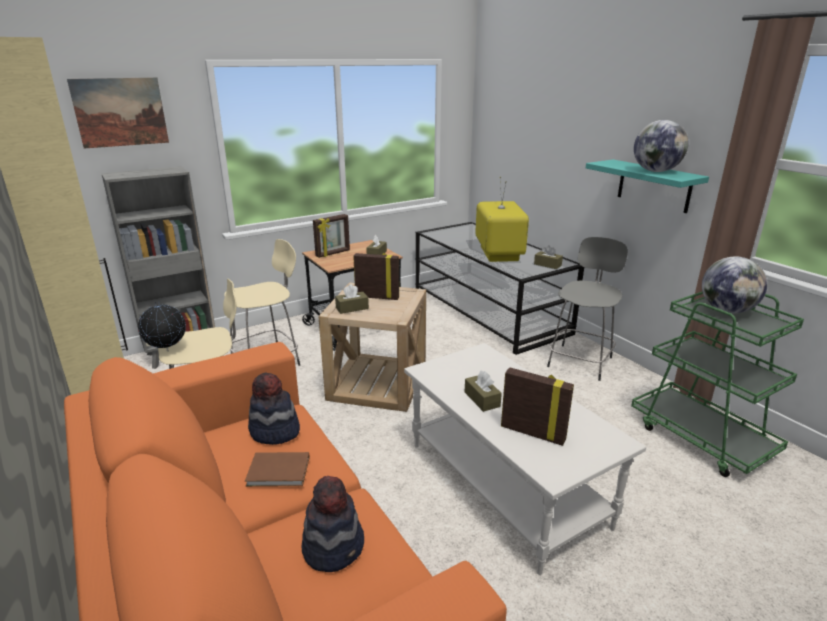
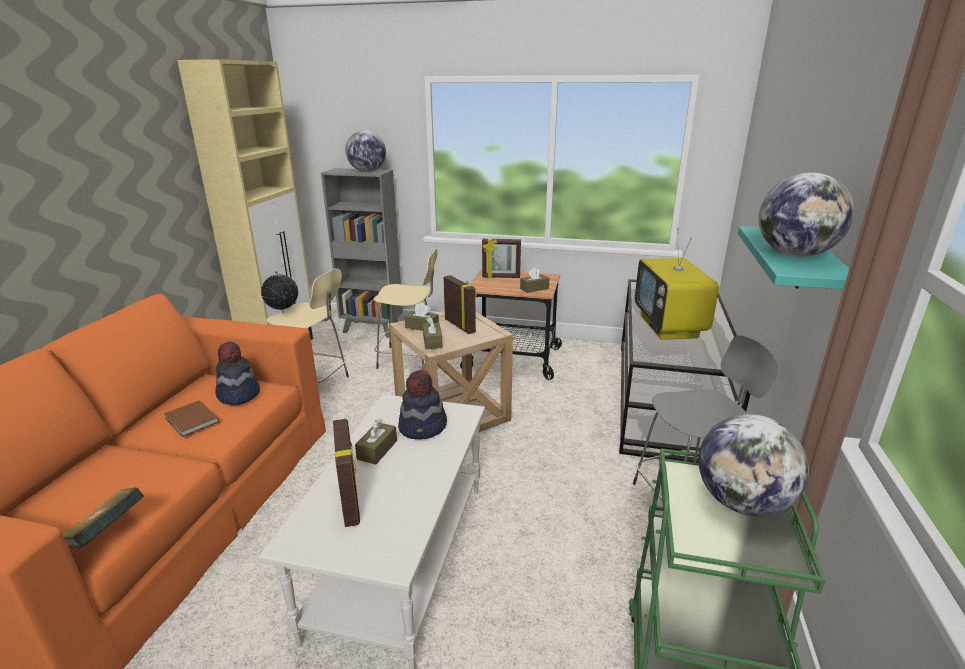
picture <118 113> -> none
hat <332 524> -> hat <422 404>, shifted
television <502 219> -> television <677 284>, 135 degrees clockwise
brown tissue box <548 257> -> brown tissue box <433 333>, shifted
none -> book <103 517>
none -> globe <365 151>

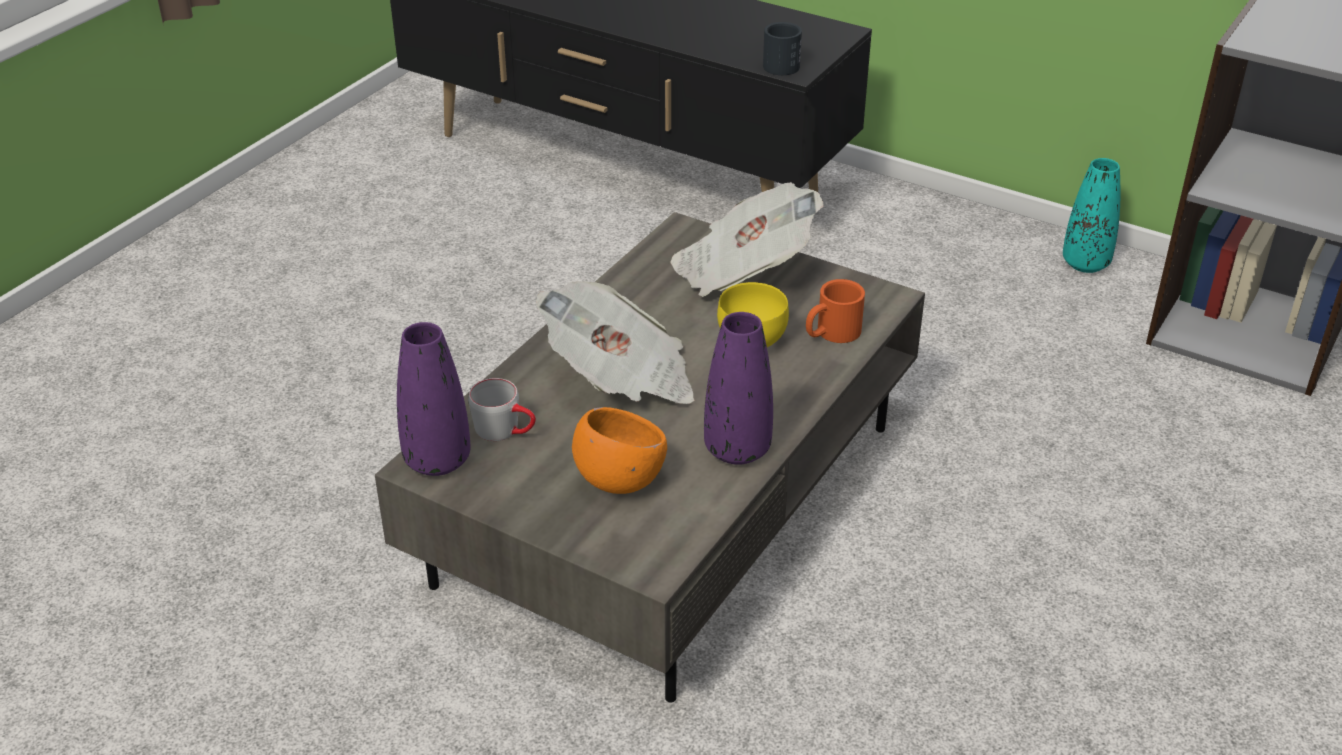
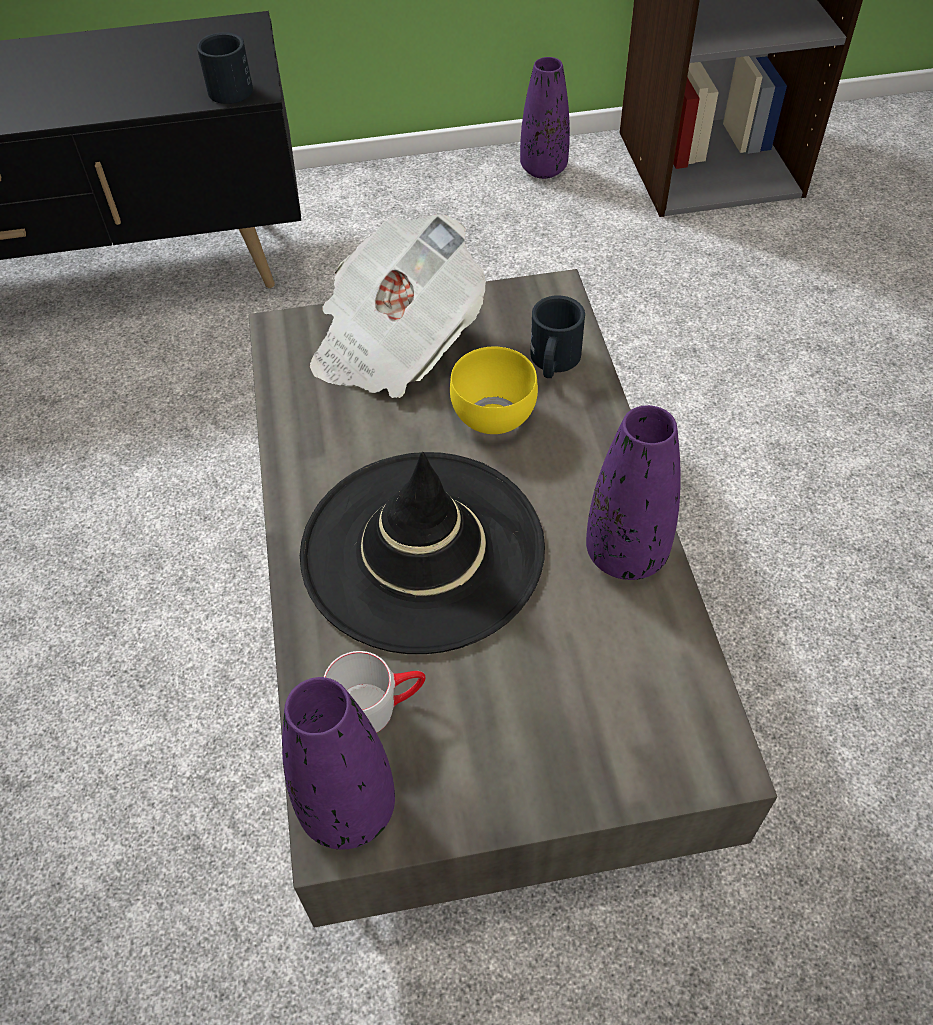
newspaper <615 342> -> black hat <422 553>
orange bowl <619 450> -> none
orange mug <835 311> -> black mug <557 336>
turquoise vase <1092 215> -> purple vase <545 118>

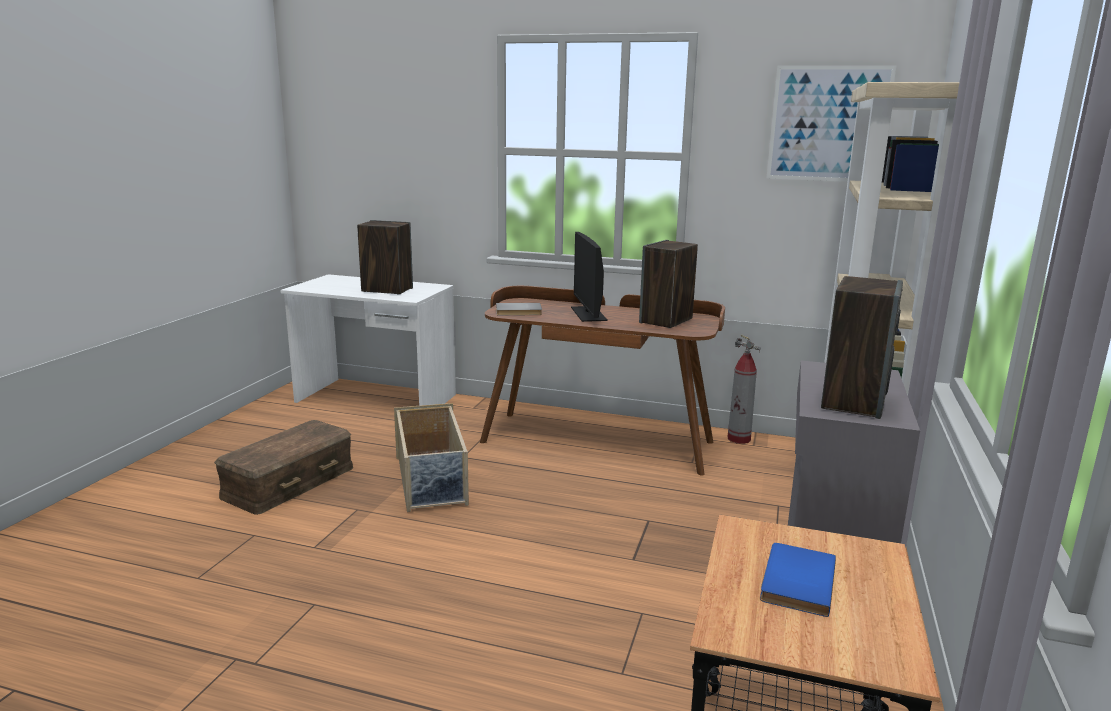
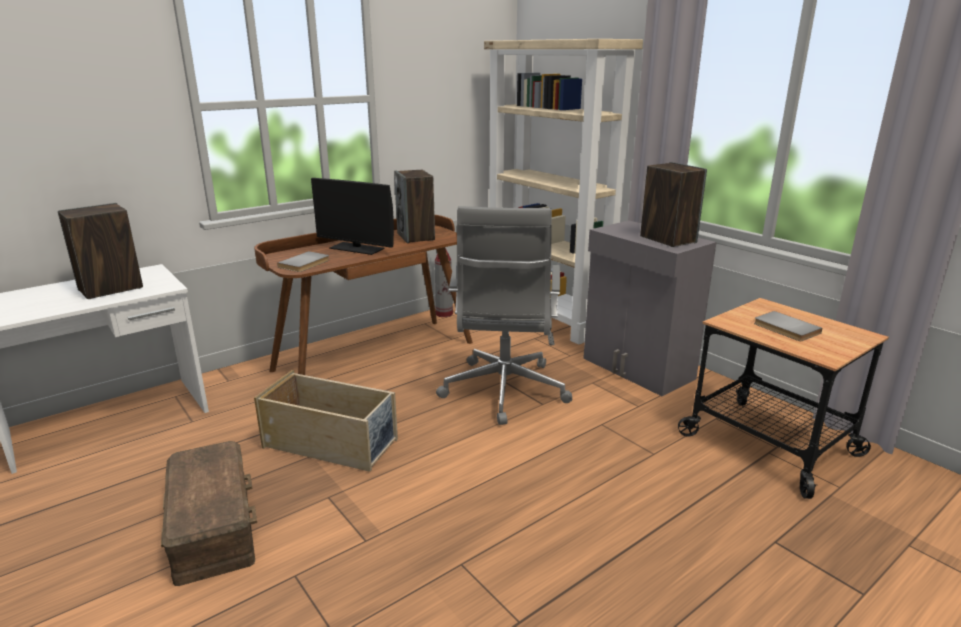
blue book <798 580> -> grey book <788 326>
picture <831 123> -> none
none -> grey office chair <504 315>

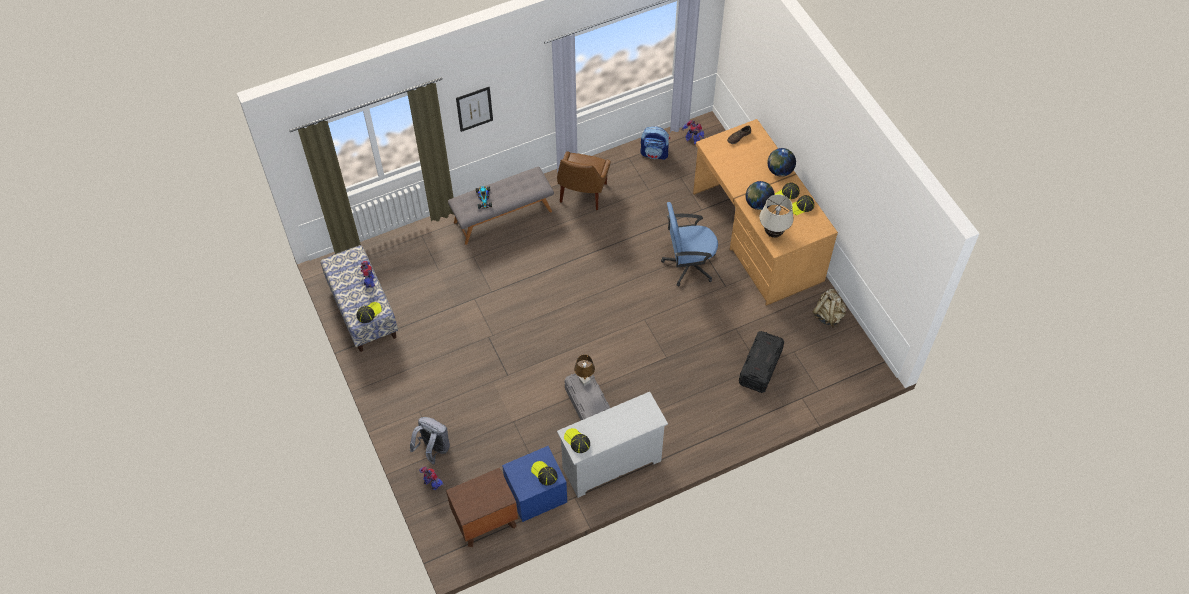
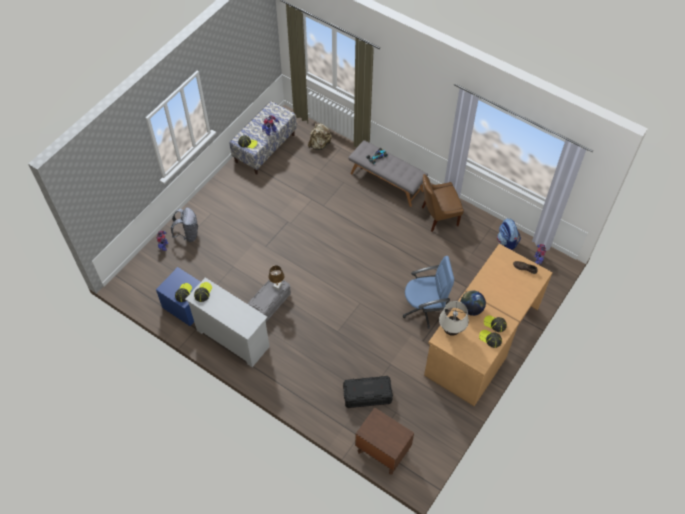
brown nightstand <482 507> -> brown nightstand <384 440>, shifted
picture <474 109> -> none
blue office chair <689 244> -> blue office chair <428 292>, 120 degrees clockwise
globe <781 162> -> none
beige backpack <830 308> -> beige backpack <320 136>, shifted

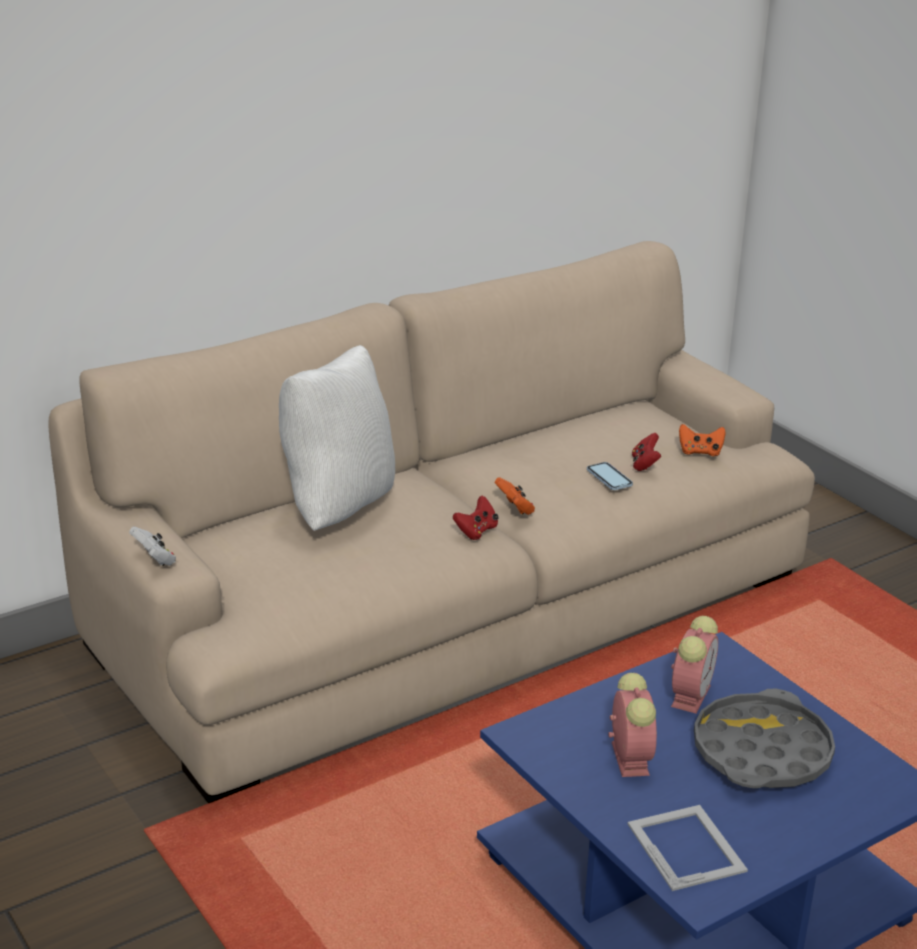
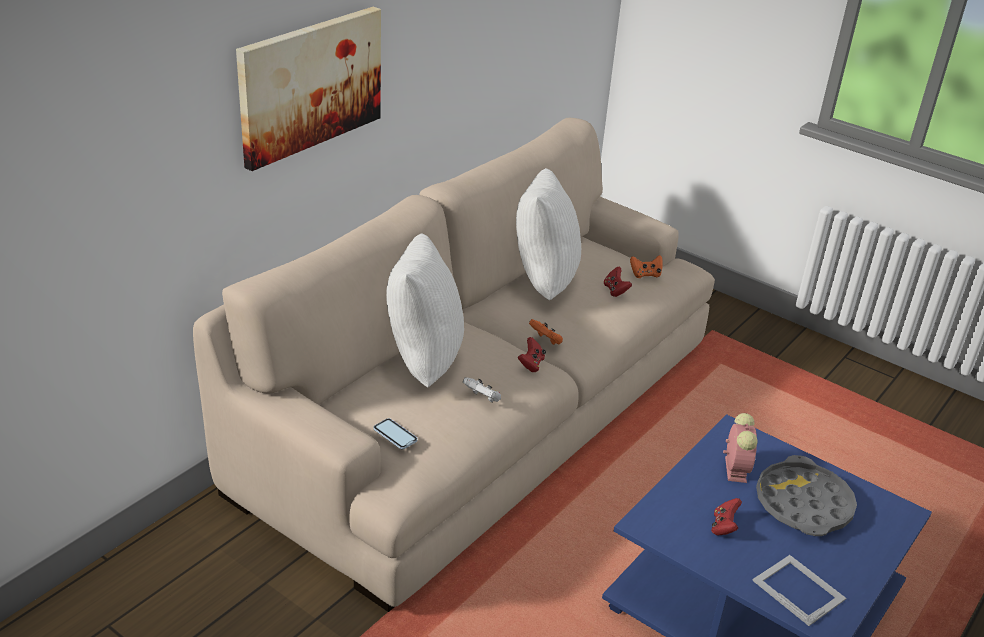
white game controller <152 546> -> white game controller <482 390>, shifted
phone <610 476> -> phone <395 433>, shifted
alarm clock <632 725> -> red game controller <726 516>
none -> picture <308 89>
none -> white pillow <548 234>

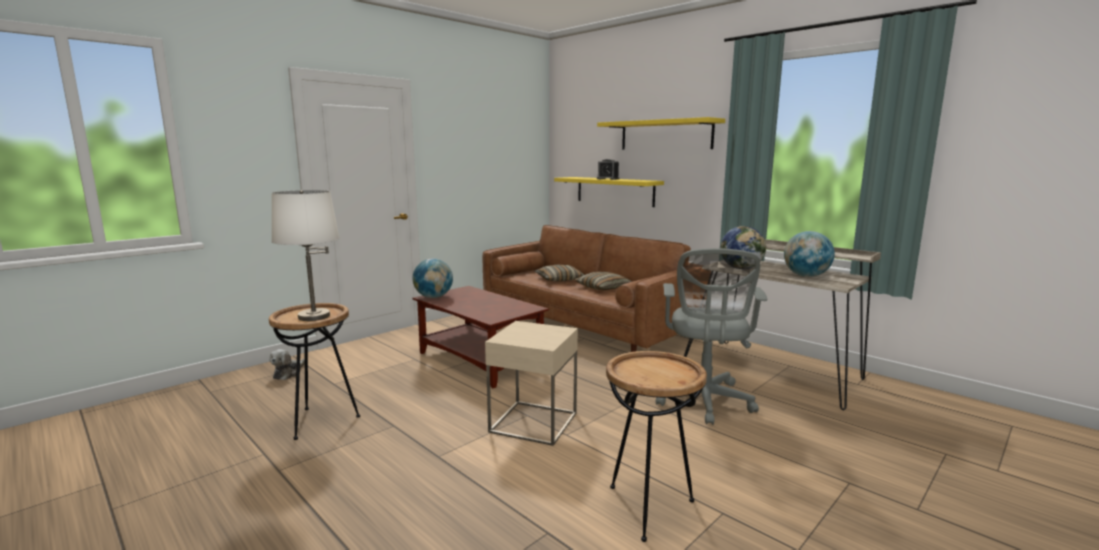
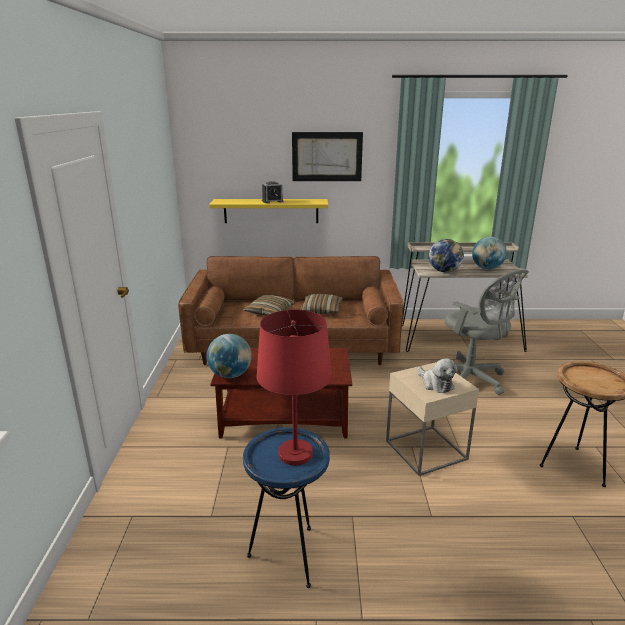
brown side table <314 371> -> blue side table <286 507>
plush toy <287 364> -> plush toy <437 375>, shifted
white table lamp <305 255> -> red table lamp <294 388>
yellow shelf <661 133> -> picture <327 156>

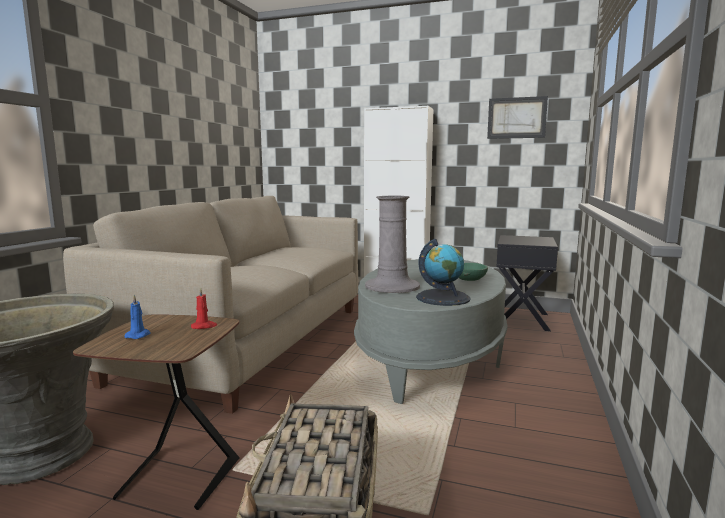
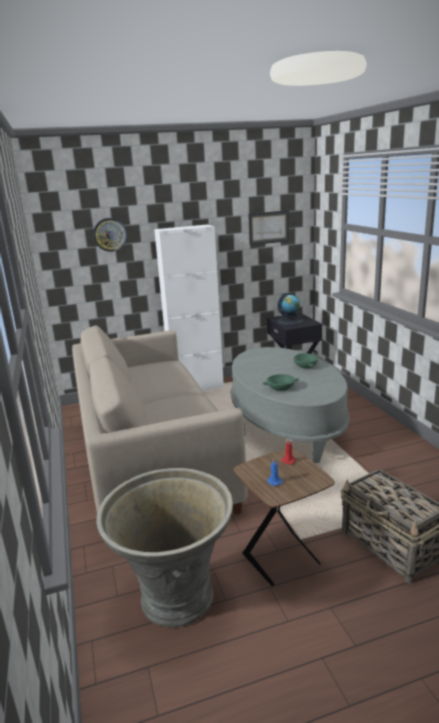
grey vase <392 244> -> green bowl <280 382>
globe <443 272> -> globe <290 309>, shifted
none -> wall clock <110 235>

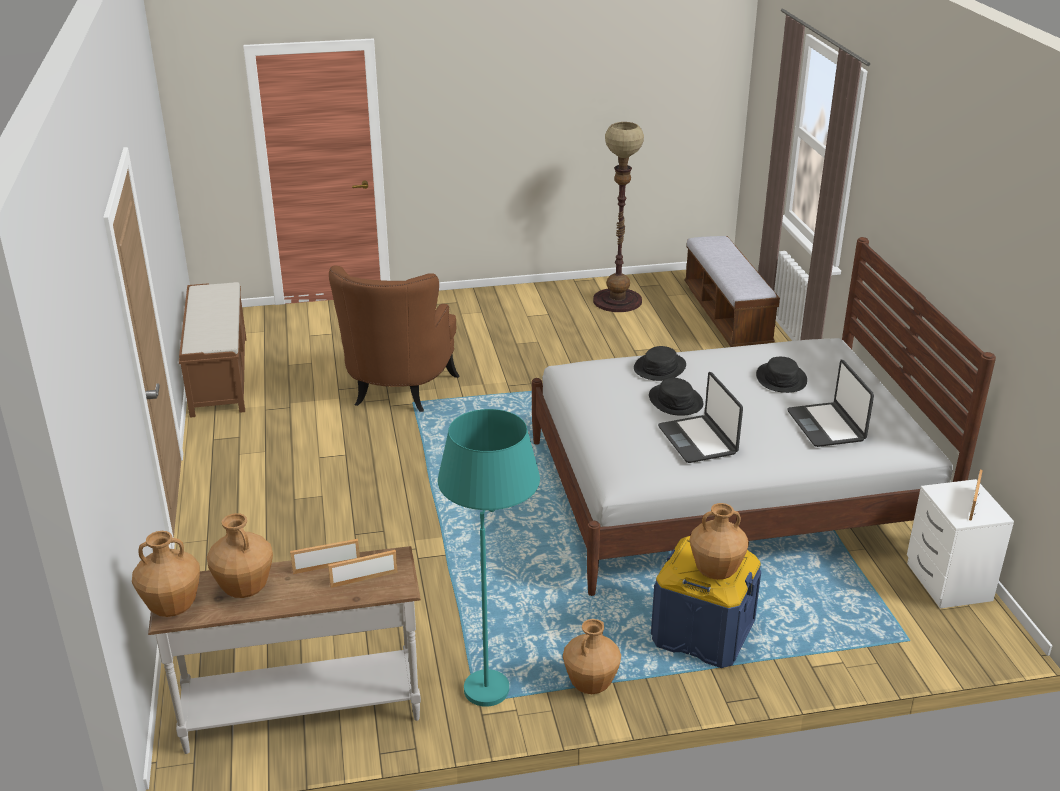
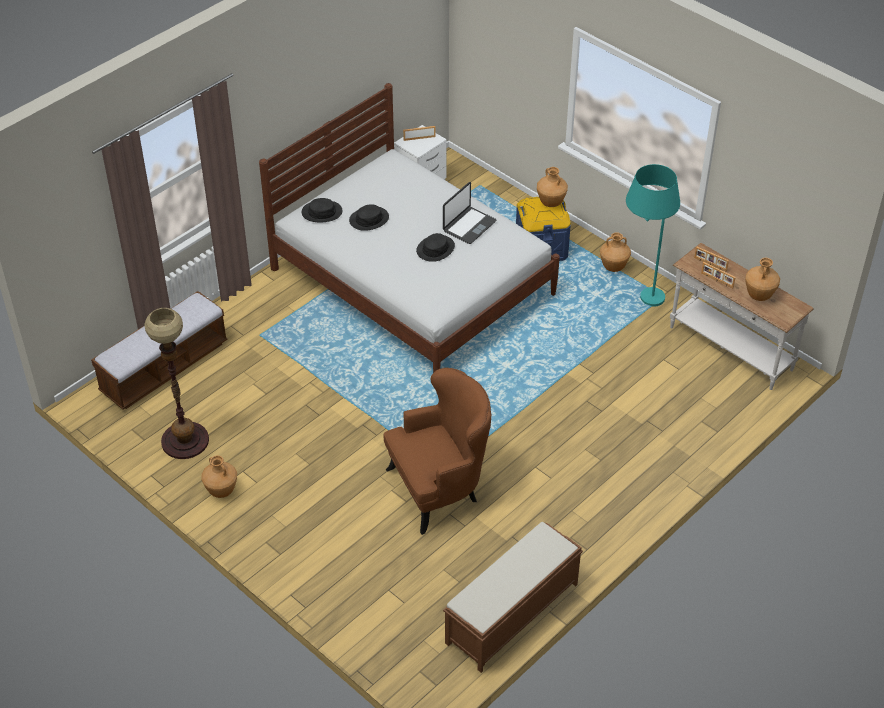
brown vase <166 574> -> brown vase <219 476>, shifted
black hat <660 363> -> black hat <322 210>, shifted
laptop <830 403> -> none

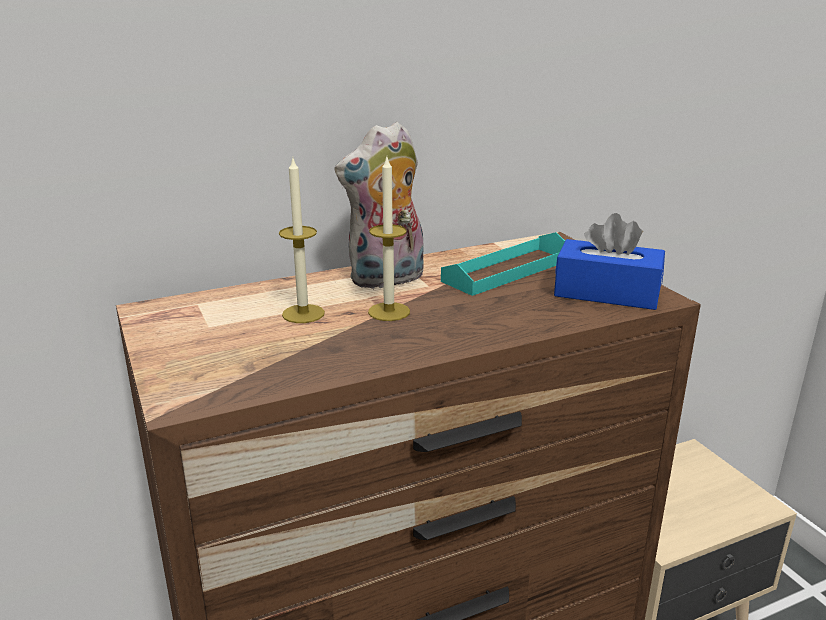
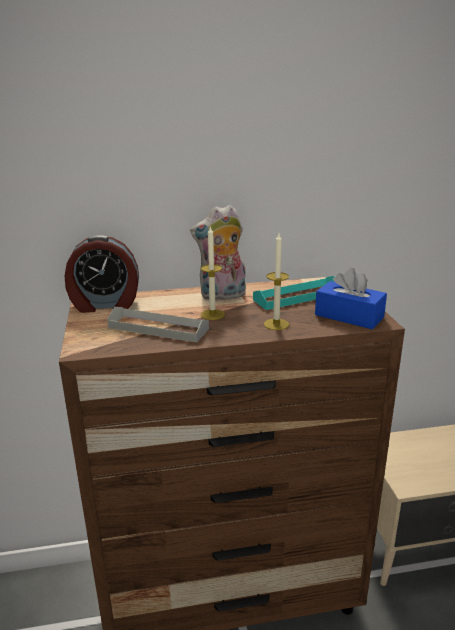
candle <302 241> -> candle <276 281>, shifted
none -> alarm clock <102 274>
none -> grey tray <158 324>

